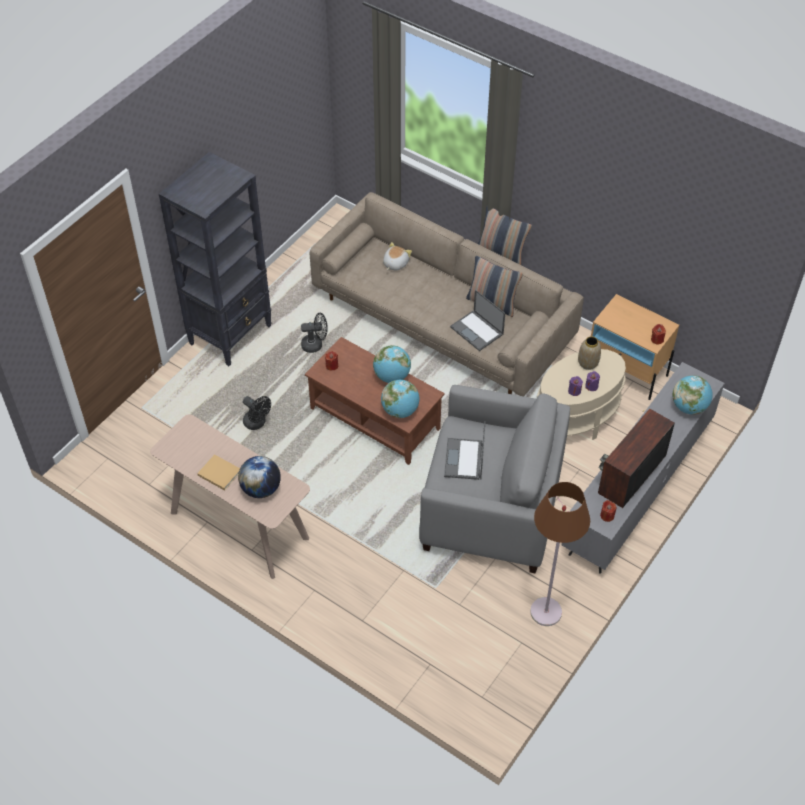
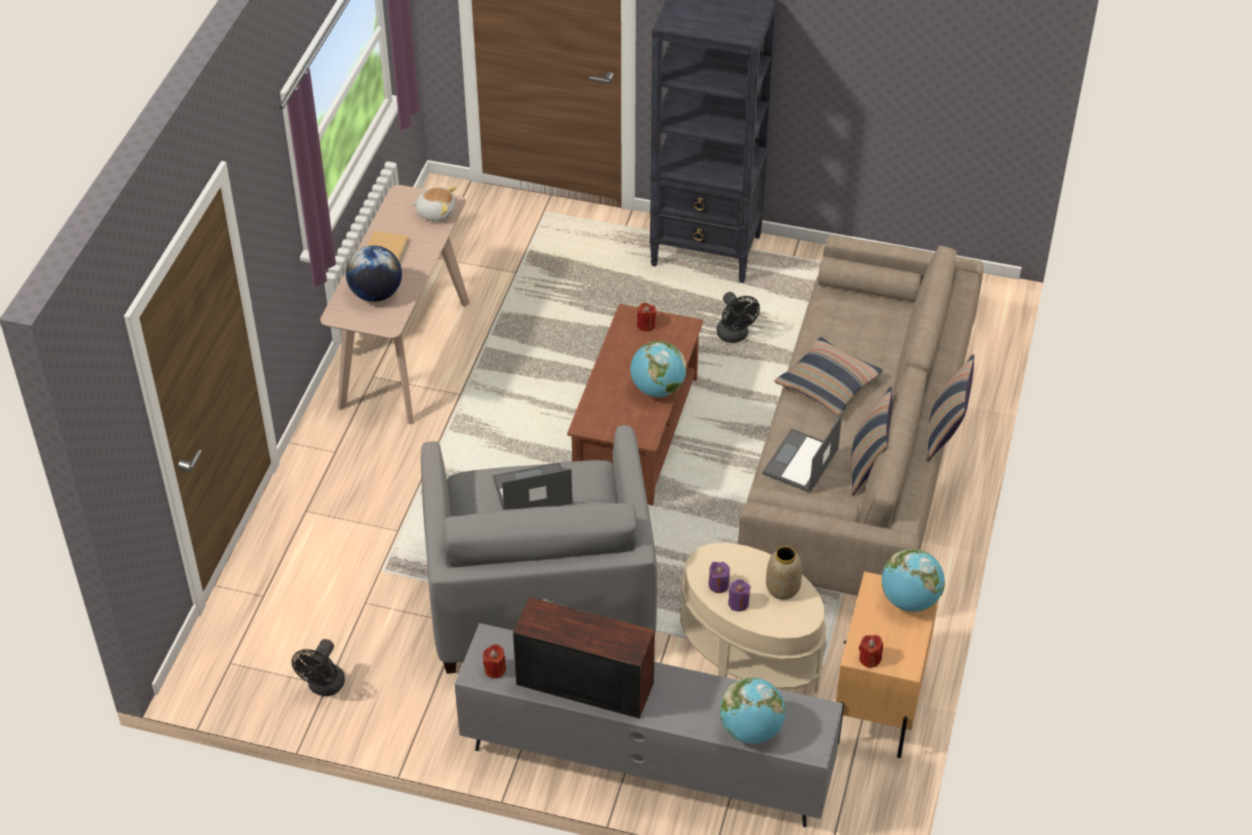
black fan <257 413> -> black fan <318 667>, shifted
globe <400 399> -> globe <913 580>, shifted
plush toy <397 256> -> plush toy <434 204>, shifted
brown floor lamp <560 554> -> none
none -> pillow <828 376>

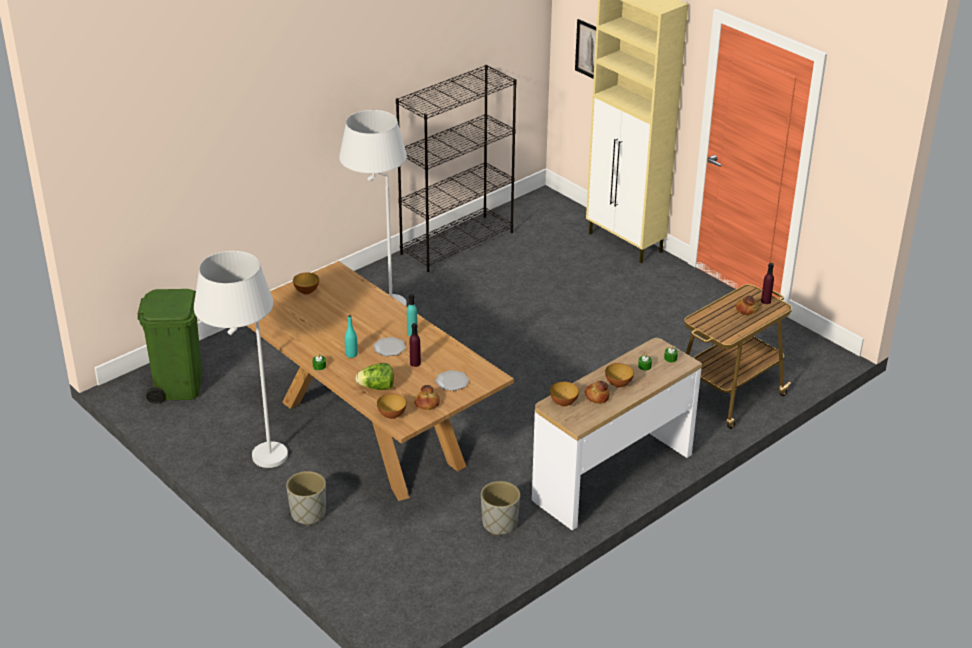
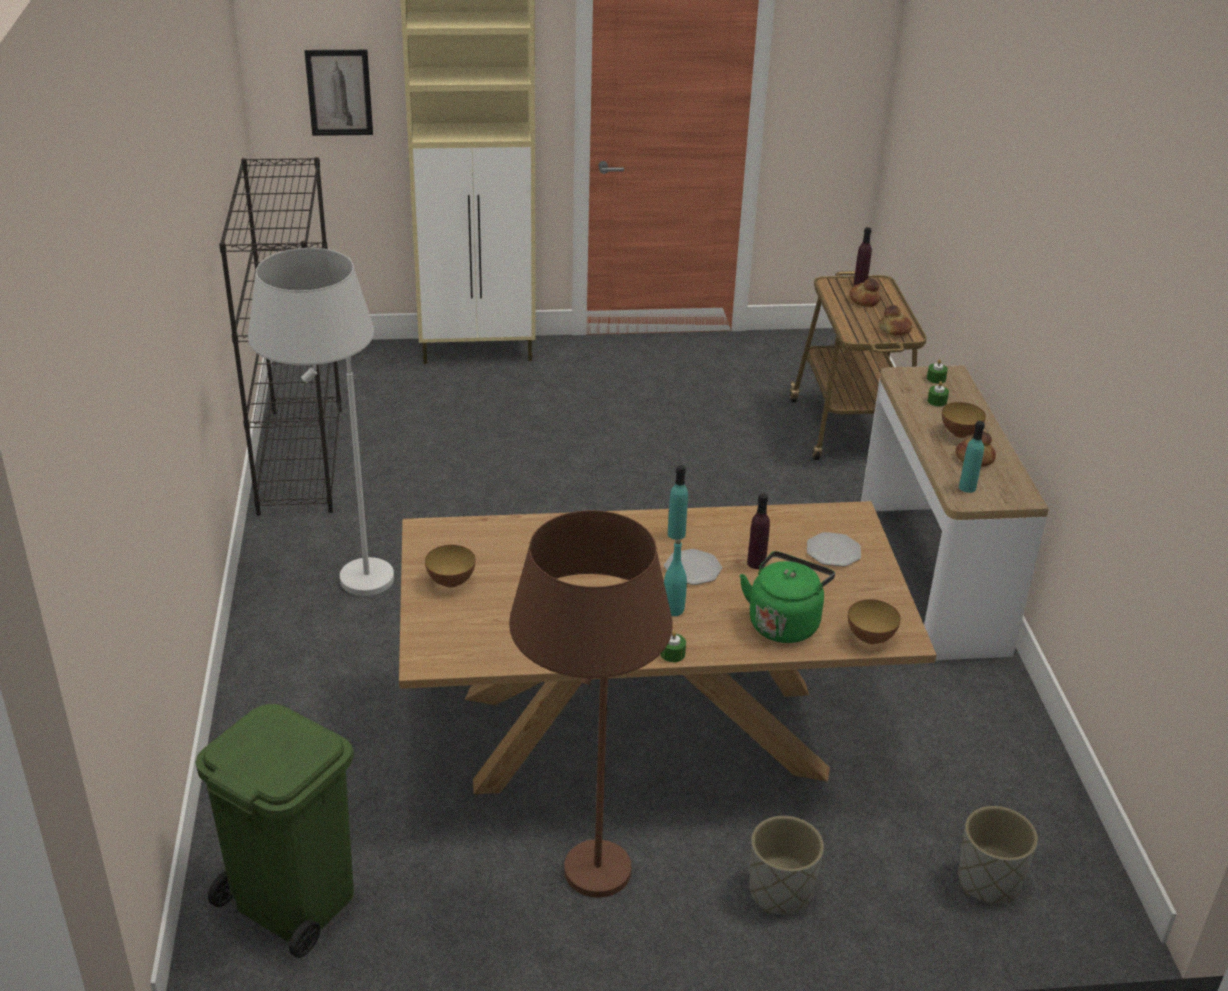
white floor lamp <241 359> -> brown floor lamp <591 703>
lettuce <375 376> -> green kettle <787 597>
bread <427 397> -> bread <895 320>, shifted
grey planter <500 508> -> grey planter <998 855>, shifted
bowl <564 394> -> turquoise bottle <972 457>

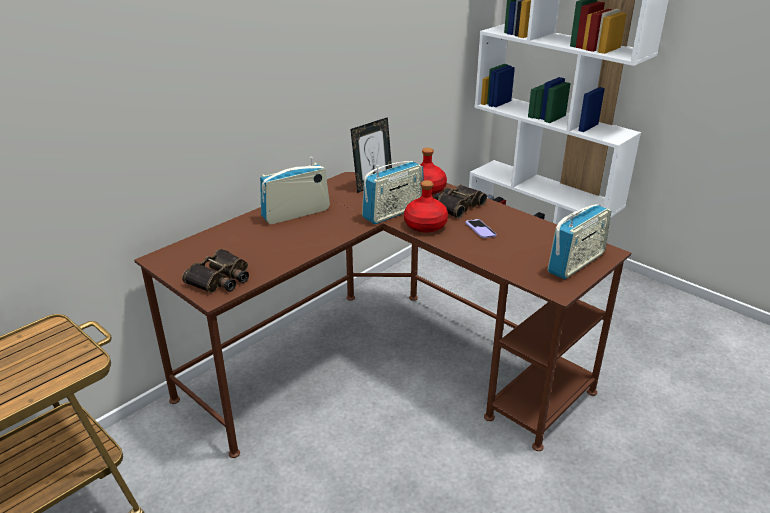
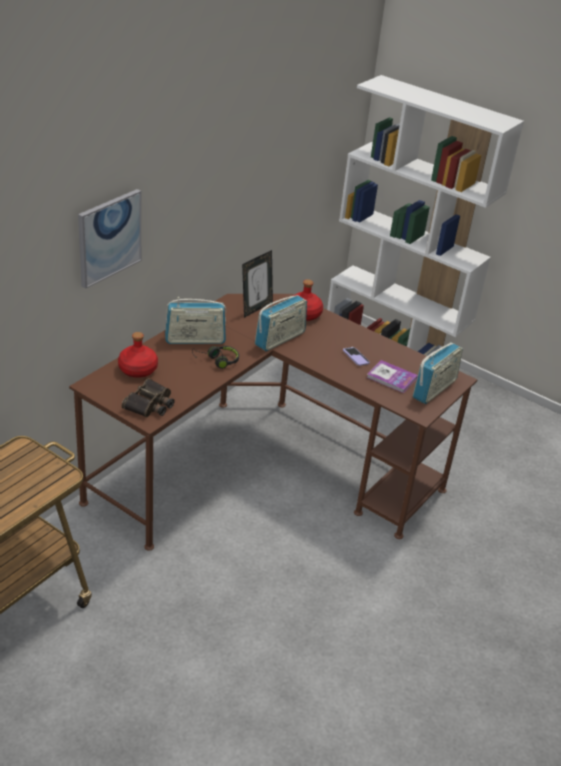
radio <295 190> -> radio <195 320>, 150 degrees counterclockwise
red bottle <426 206> -> red bottle <138 355>, shifted
binoculars <460 201> -> none
none -> picture <109 239>
none -> black headphones <215 357>
none -> book <392 376>

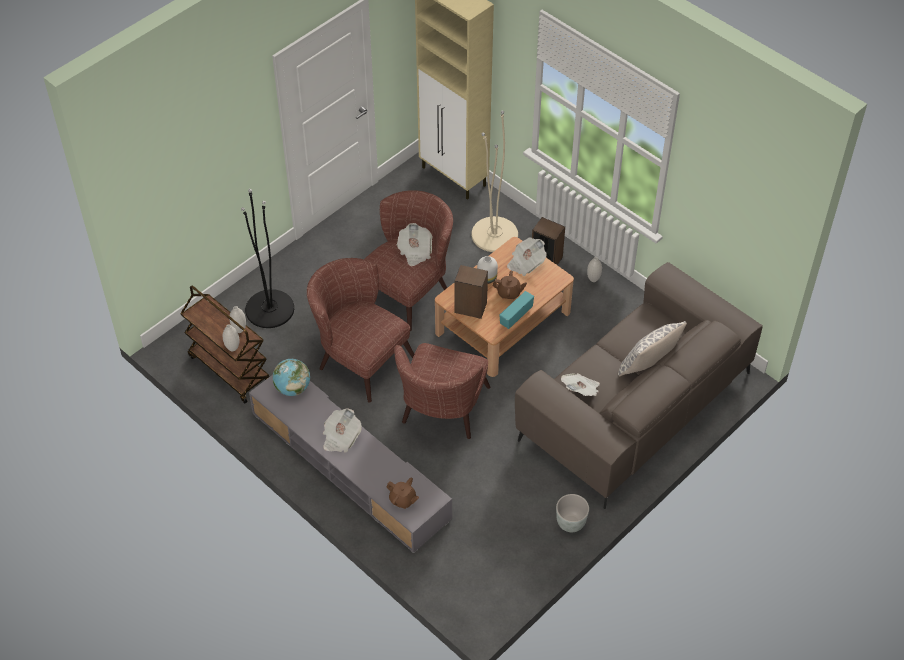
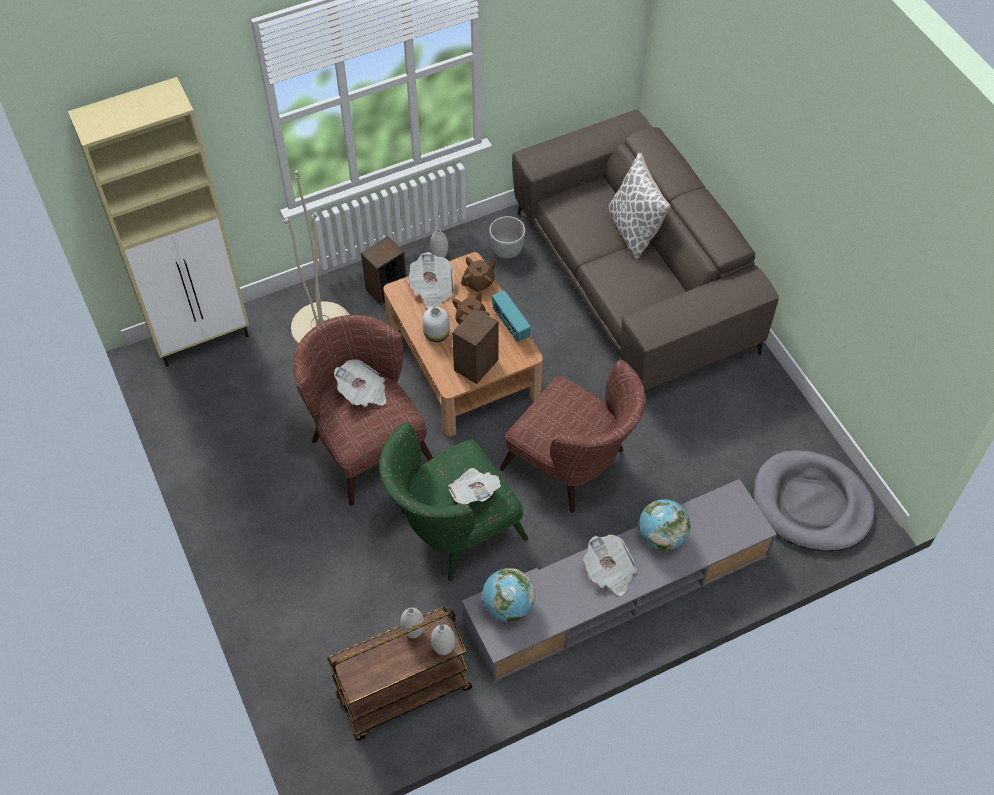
black floor lamp <267 258> -> none
brown armchair <360 330> -> green armchair <453 501>
brown teapot <402 493> -> brown teapot <478 274>, shifted
grey planter <572 513> -> grey planter <507 237>, shifted
newspaper <580 384> -> newspaper <474 486>, shifted
none -> globe <665 525>
none -> grey dog bed <814 501>

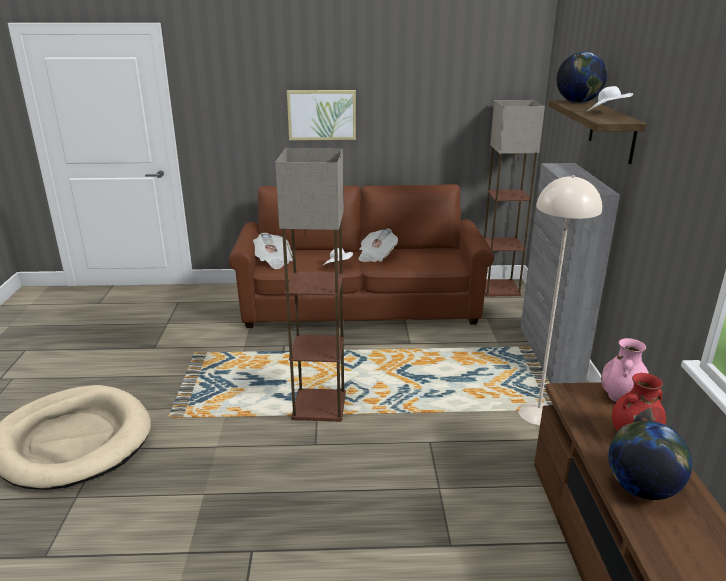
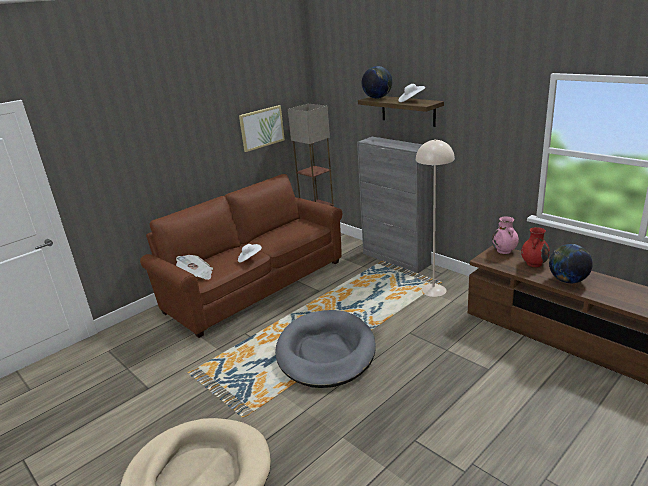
floor lamp <310 285> -> grey dog bed <325 349>
picture <321 115> -> picture <262 128>, shifted
newspaper <378 245> -> none

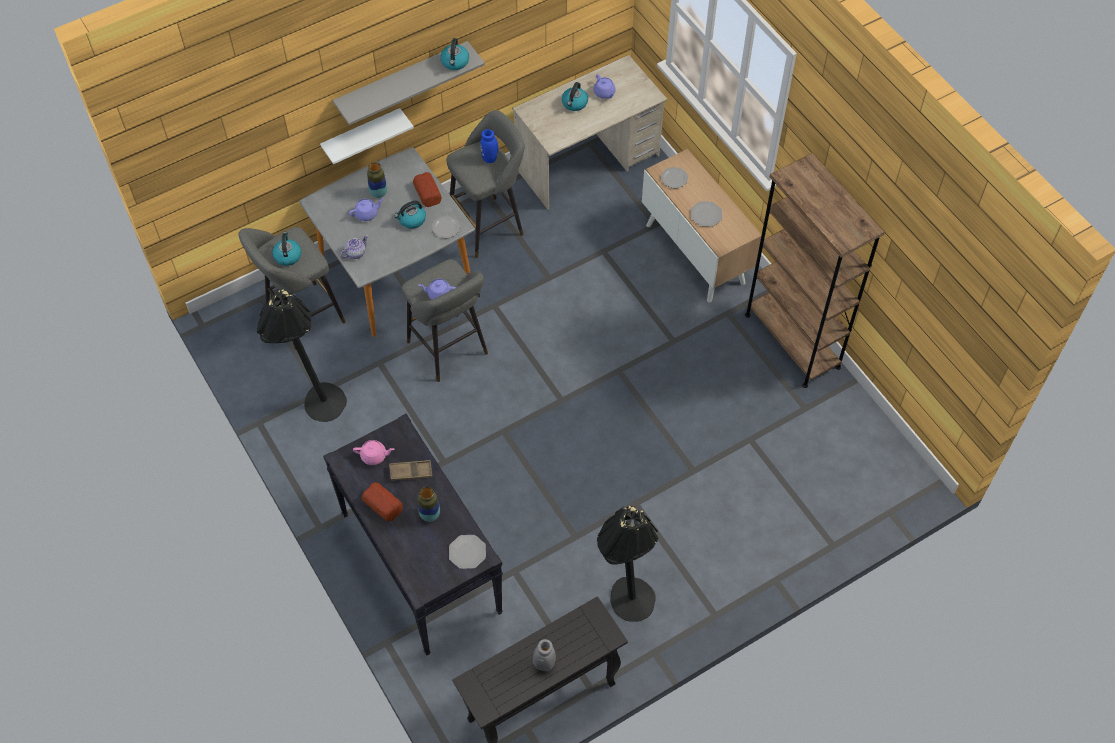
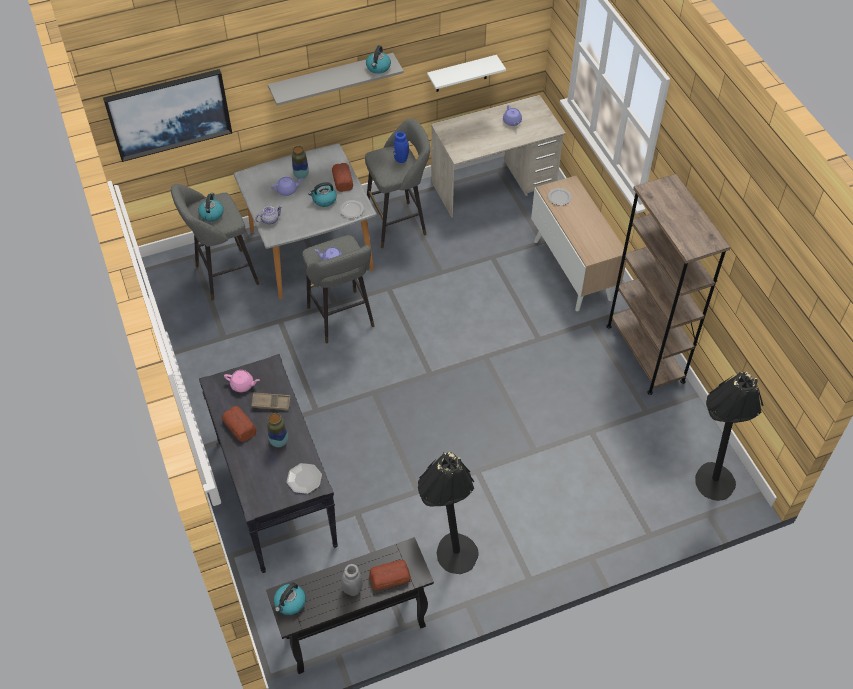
black floor lamp <302 355> -> black floor lamp <729 436>, shifted
white shelf <367 136> -> white shelf <466 73>, shifted
kettle <575 96> -> kettle <290 598>, shifted
plate <706 214> -> none
none -> picture <167 115>
none -> bread <390 575>

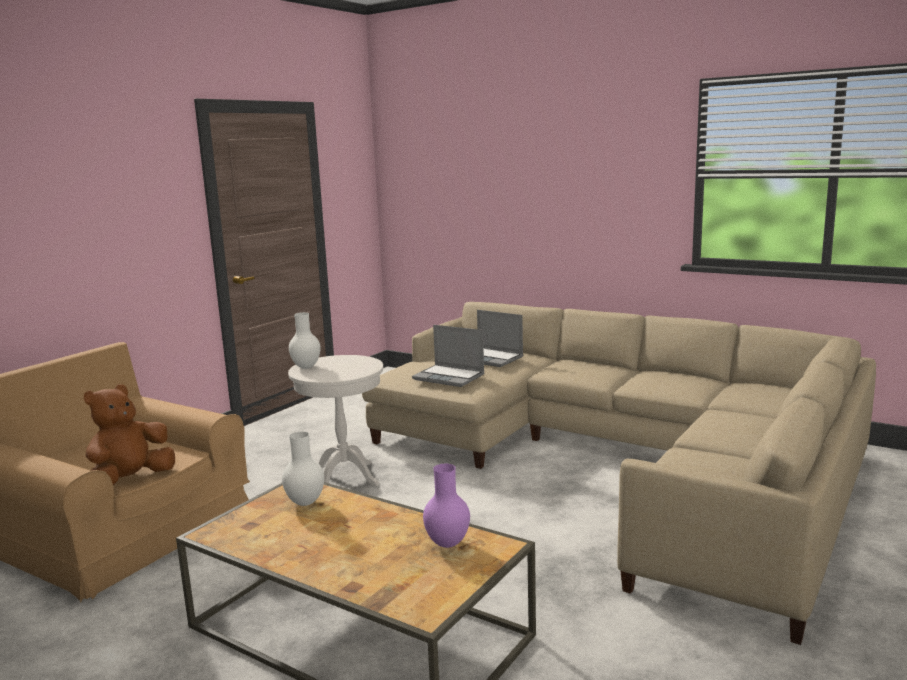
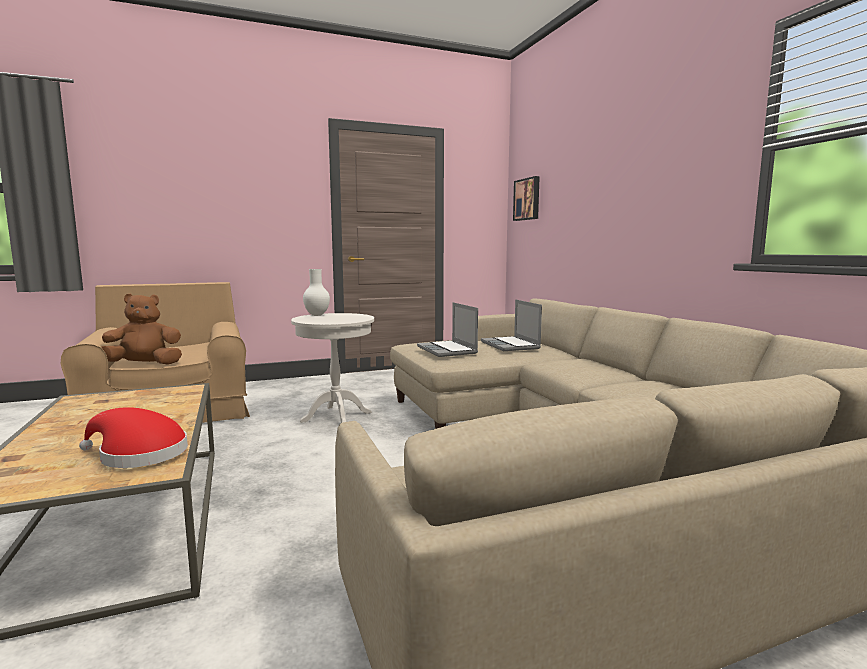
white vase <303 469> -> none
purple vase <446 506> -> red hat <133 437>
none -> picture <526 198>

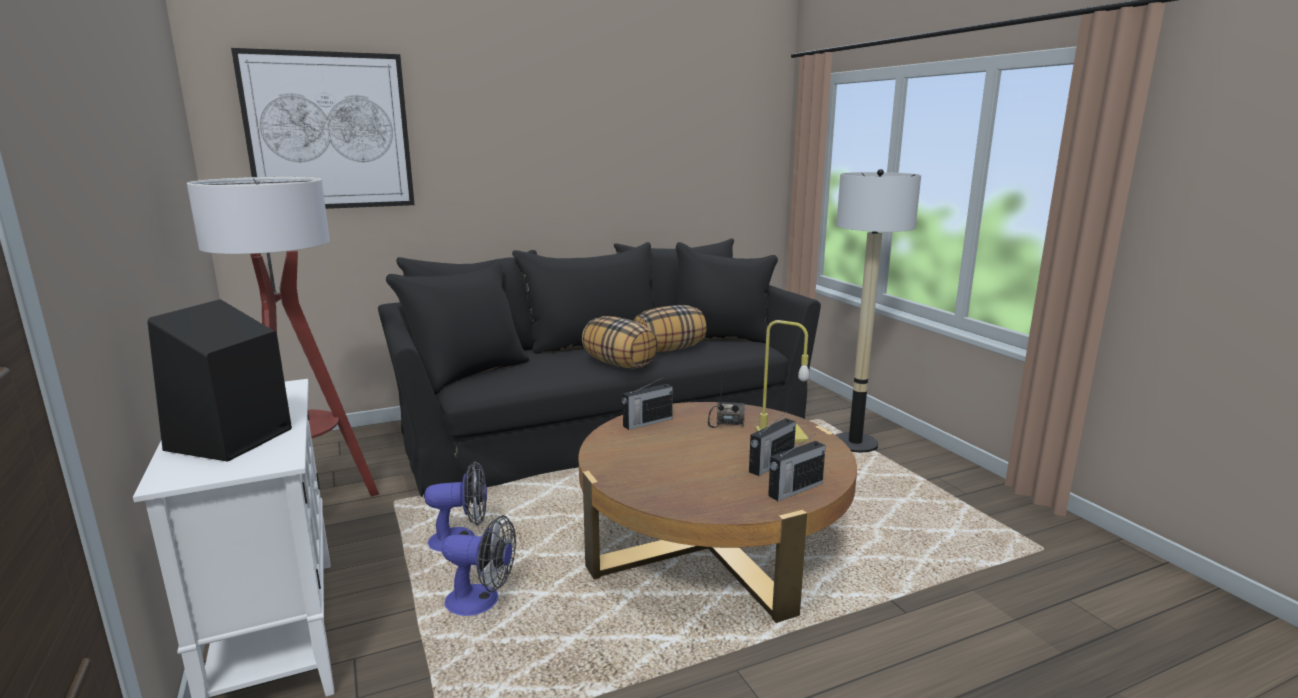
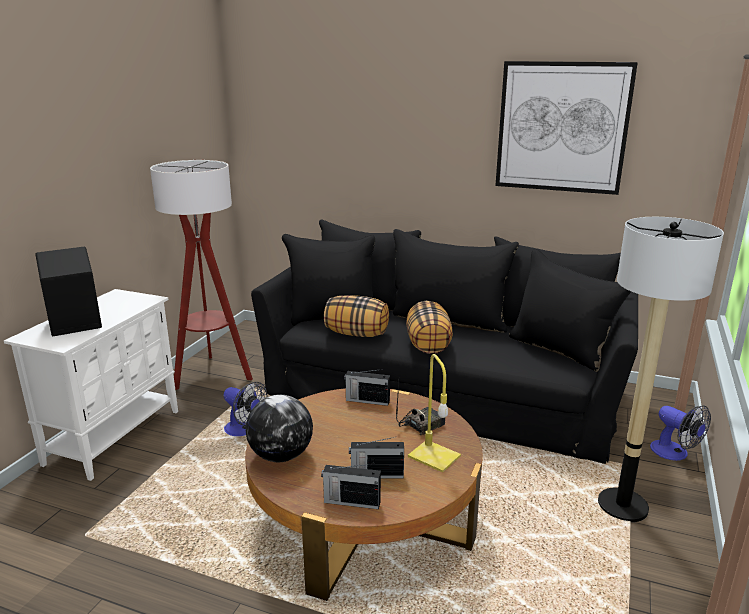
picture <323 128> -> picture <566 128>, shifted
fan <479 565> -> fan <680 433>, shifted
pillow <670 328> -> pillow <356 316>, shifted
none -> globe <279 428>

